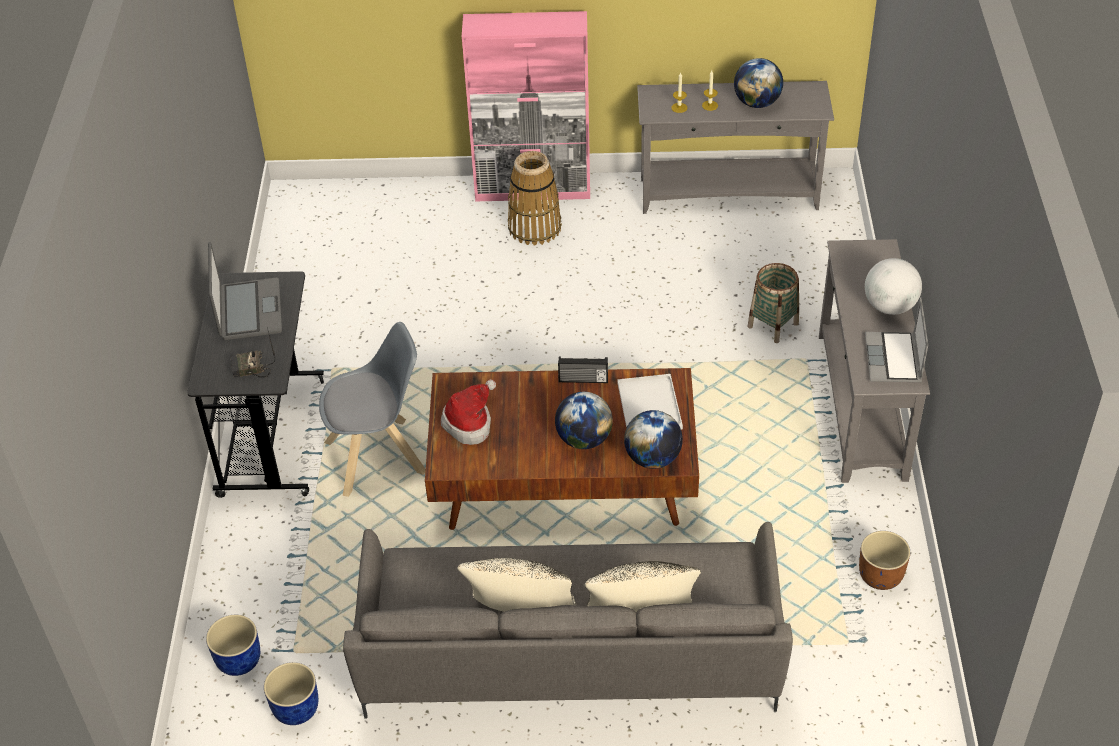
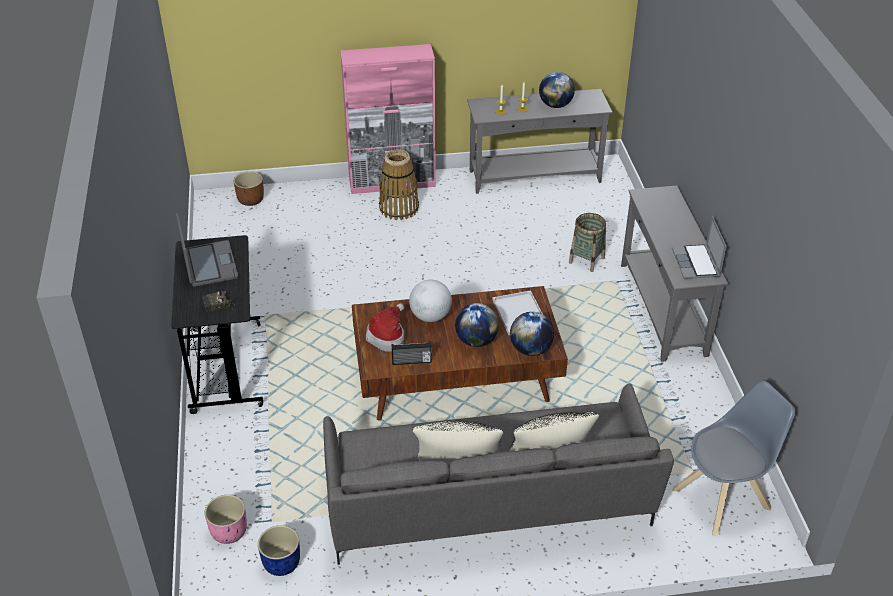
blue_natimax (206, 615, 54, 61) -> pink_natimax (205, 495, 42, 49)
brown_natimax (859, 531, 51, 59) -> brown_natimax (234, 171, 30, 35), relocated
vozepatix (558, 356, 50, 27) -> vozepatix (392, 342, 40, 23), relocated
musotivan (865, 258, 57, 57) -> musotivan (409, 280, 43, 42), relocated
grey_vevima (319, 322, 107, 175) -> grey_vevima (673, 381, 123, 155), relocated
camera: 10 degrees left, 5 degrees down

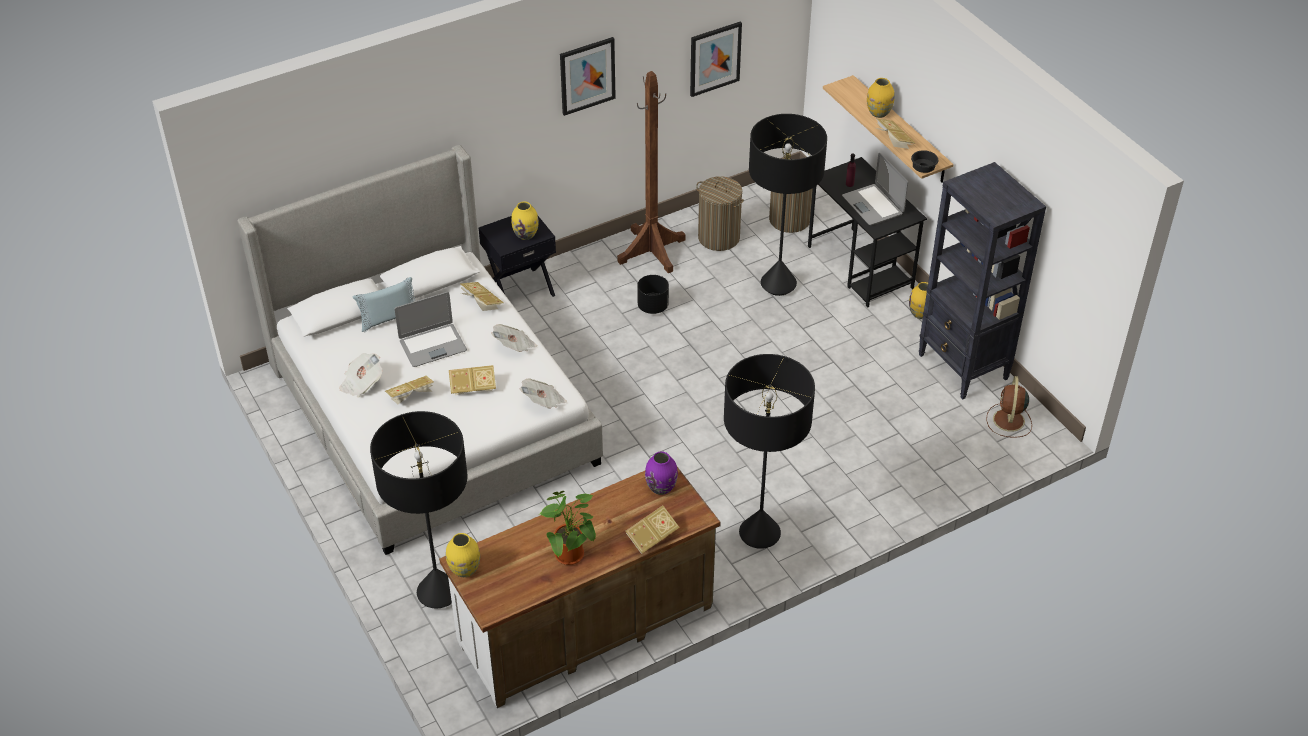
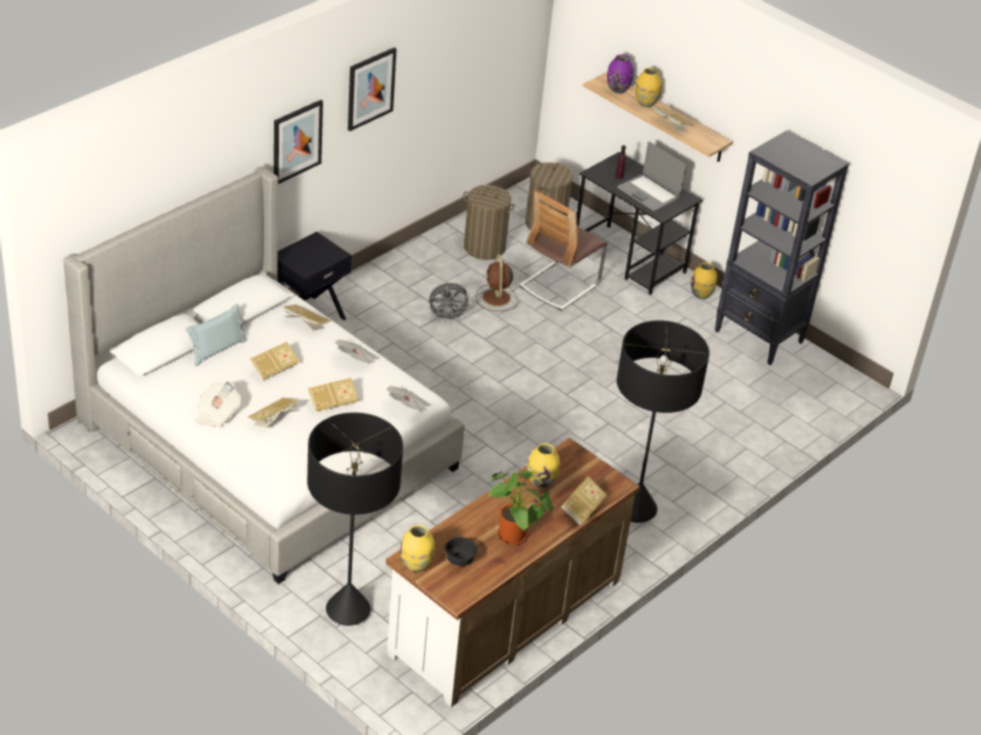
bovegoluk (394, 292, 73, 75) -> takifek (250, 342, 50, 39)
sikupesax (690, 21, 52, 76) -> sikupesax (274, 100, 49, 84), relocated
black_natimax (637, 275, 32, 39) -> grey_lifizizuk (427, 283, 45, 39)
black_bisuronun (911, 150, 27, 23) -> black_bisuronun (445, 537, 32, 29), relocated
brown_lifizizuk (986, 376, 46, 62) -> brown_lifizizuk (476, 254, 42, 57), relocated
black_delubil (749, 114, 78, 182) -> vevima (519, 191, 89, 120)
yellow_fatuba (511, 201, 28, 39) -> yellow_fatuba (527, 443, 33, 46), relocated
purple_fatuba (645, 451, 33, 44) -> purple_fatuba (607, 54, 27, 40), relocated
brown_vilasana (617, 71, 69, 202) -> none
camera: 20 degrees left, 5 degrees down

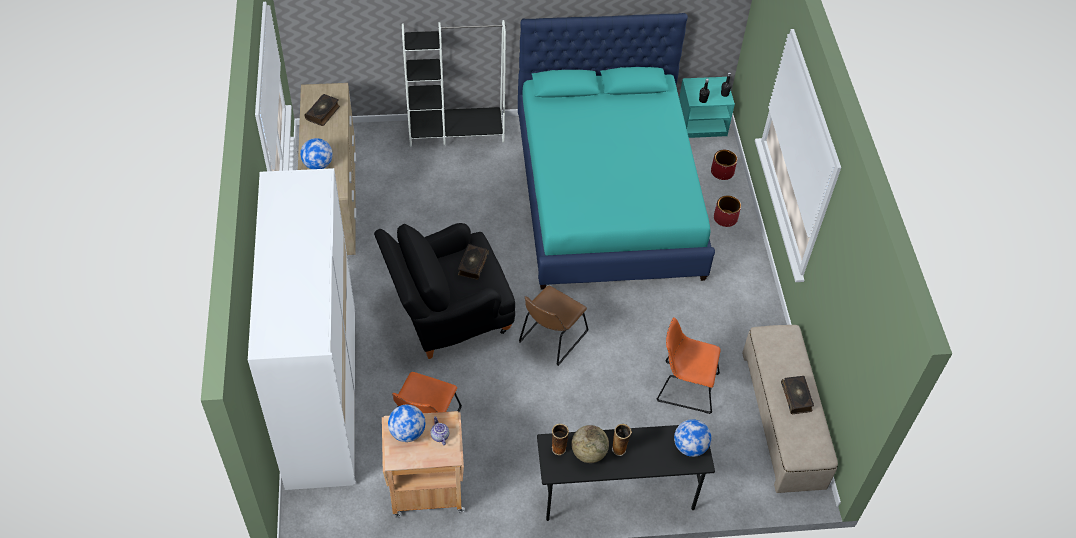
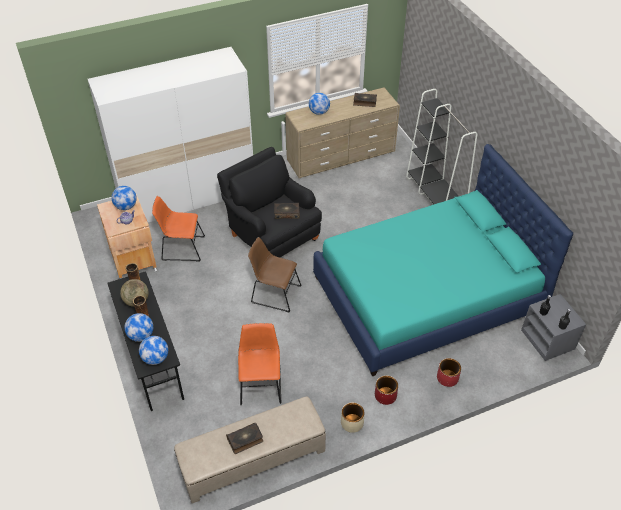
none -> musotivan (124, 313, 29, 29)
none -> beige_natimax (341, 403, 24, 30)
red_natimax (711, 150, 26, 30) -> red_natimax (375, 376, 23, 29), relocated
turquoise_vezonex (679, 77, 56, 61) -> grey_vezonex (521, 294, 65, 67)
camera: 75 degrees right, 5 degrees down

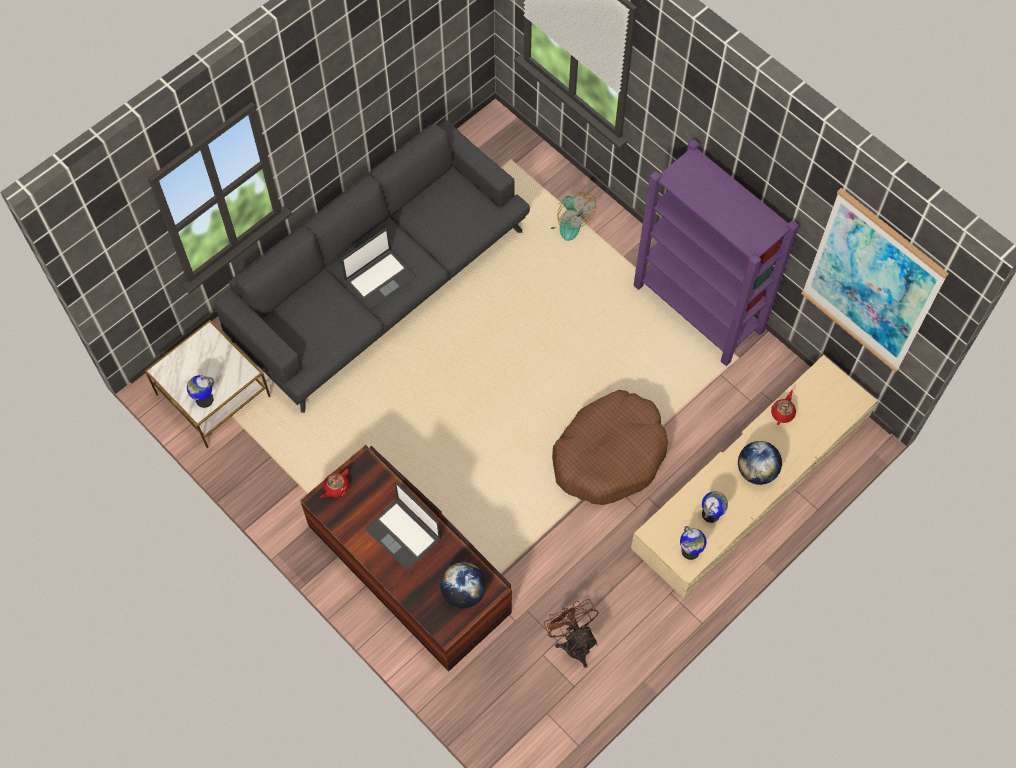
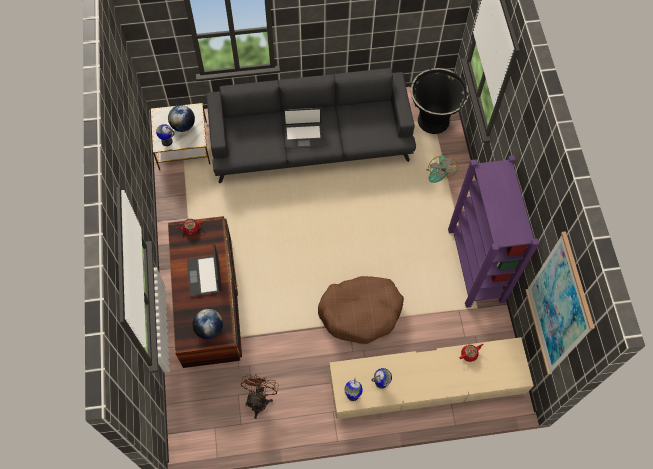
musotivan (738, 441, 44, 44) -> musotivan (168, 105, 27, 27), relocated
none -> black_natimax (411, 68, 58, 66)
camera: 35 degrees right, 0 degrees up

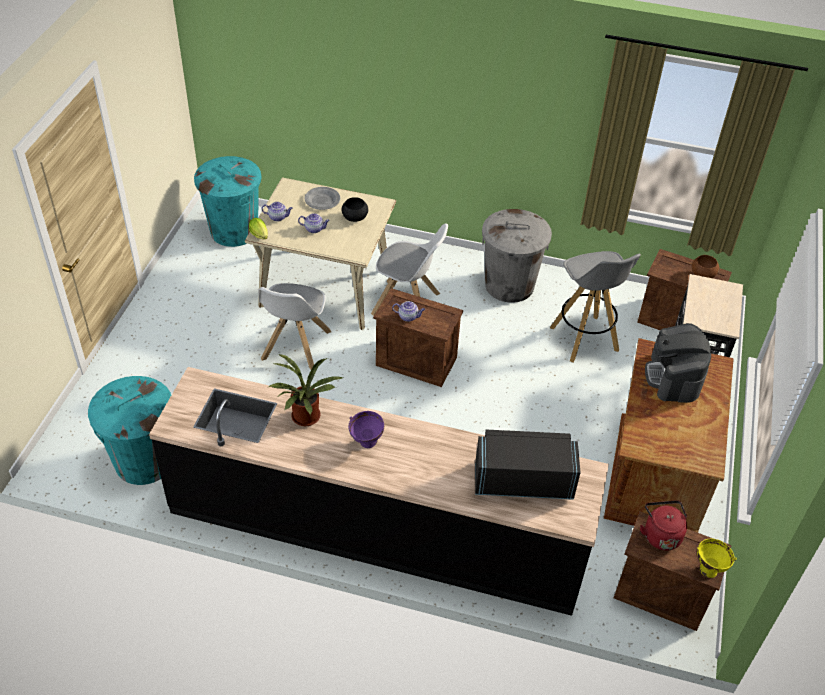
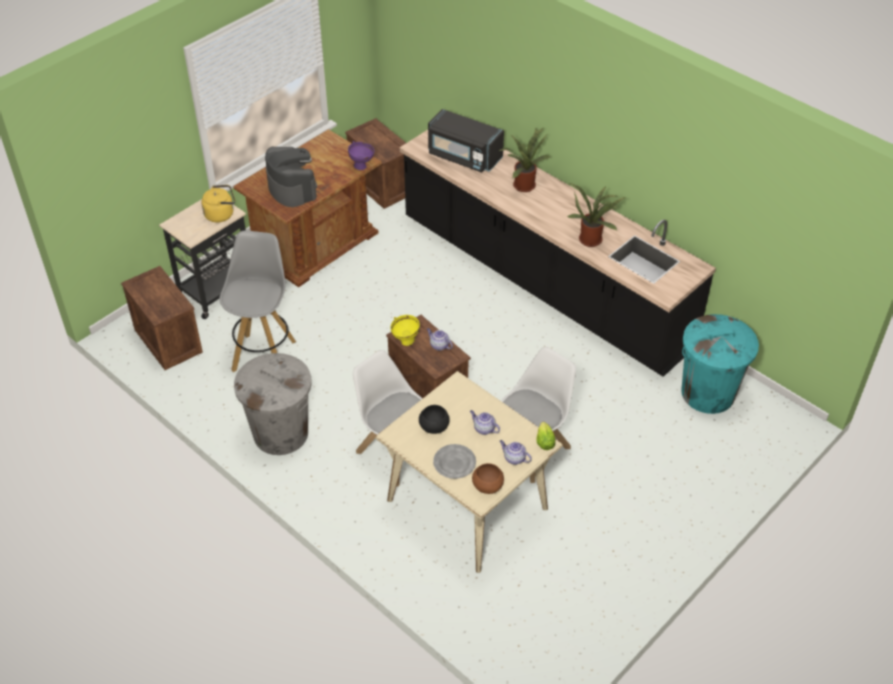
none -> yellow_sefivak (201, 185, 34, 38)
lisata (645, 323, 66, 80) -> lisata (265, 147, 52, 60), 60 degrees counterclockwise
purple_bisuronun (348, 411, 36, 37) -> purple_bisuronun (348, 141, 27, 29), relocated
yellow_bisuronun (697, 539, 40, 39) -> yellow_bisuronun (390, 315, 30, 31), relocated
brown_bisuronun (692, 255, 27, 23) -> brown_bisuronun (472, 463, 32, 31), relocated
none -> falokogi (499, 127, 52, 65)
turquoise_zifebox (194, 156, 68, 91) -> none
red_sefivak (640, 500, 47, 51) -> none
camera: 150 degrees left, 0 degrees up

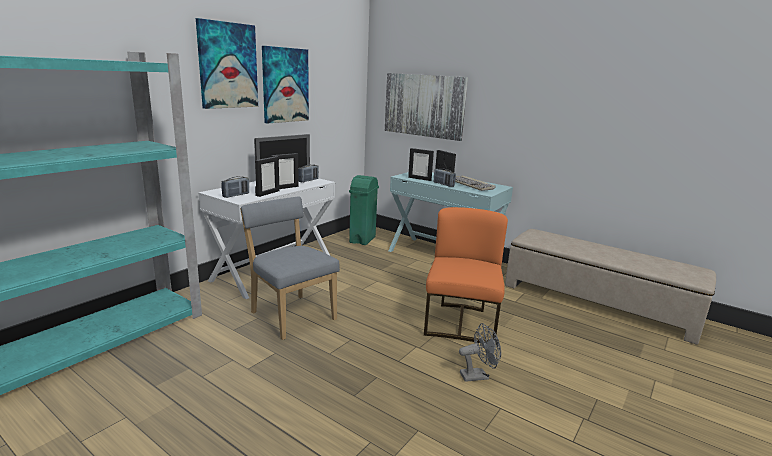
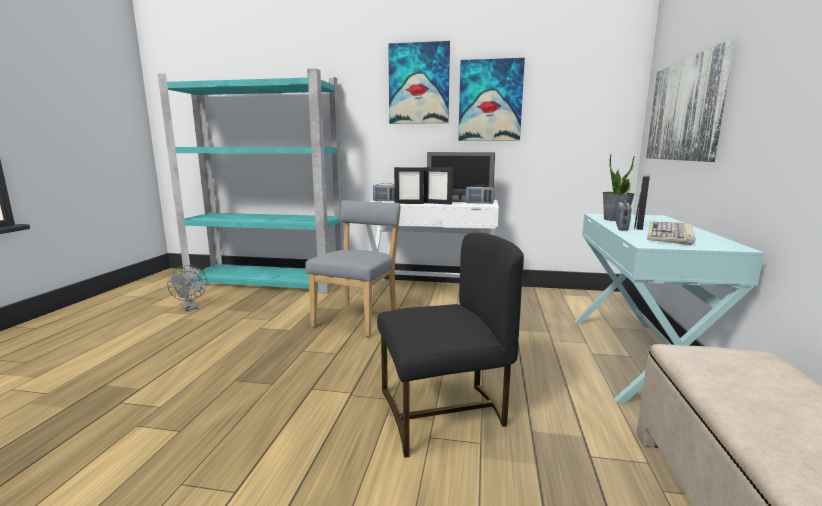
grey_lifizizuk (459, 323, 42, 59) -> grey_lifizizuk (167, 265, 40, 46), relocated
orange_vevima (424, 207, 84, 136) -> black_vevima (377, 233, 147, 225)
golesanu (408, 148, 26, 33) -> falokogi (602, 154, 33, 67)
green_zifebox (349, 175, 30, 70) -> none
camera: 65 degrees right, 5 degrees down

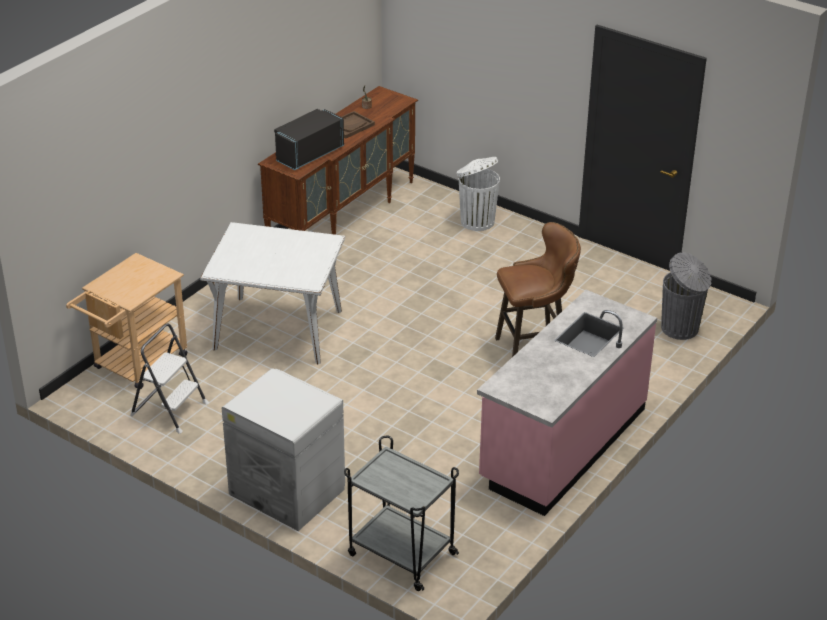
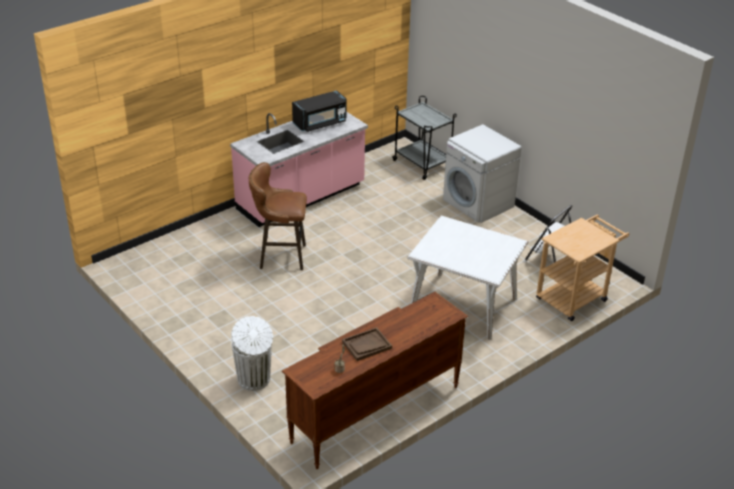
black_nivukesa (274, 109, 70, 61) -> black_nivukesa (292, 90, 55, 42), relocated
grey_zifebox (661, 252, 51, 88) -> none
camera: 165 degrees left, 0 degrees up

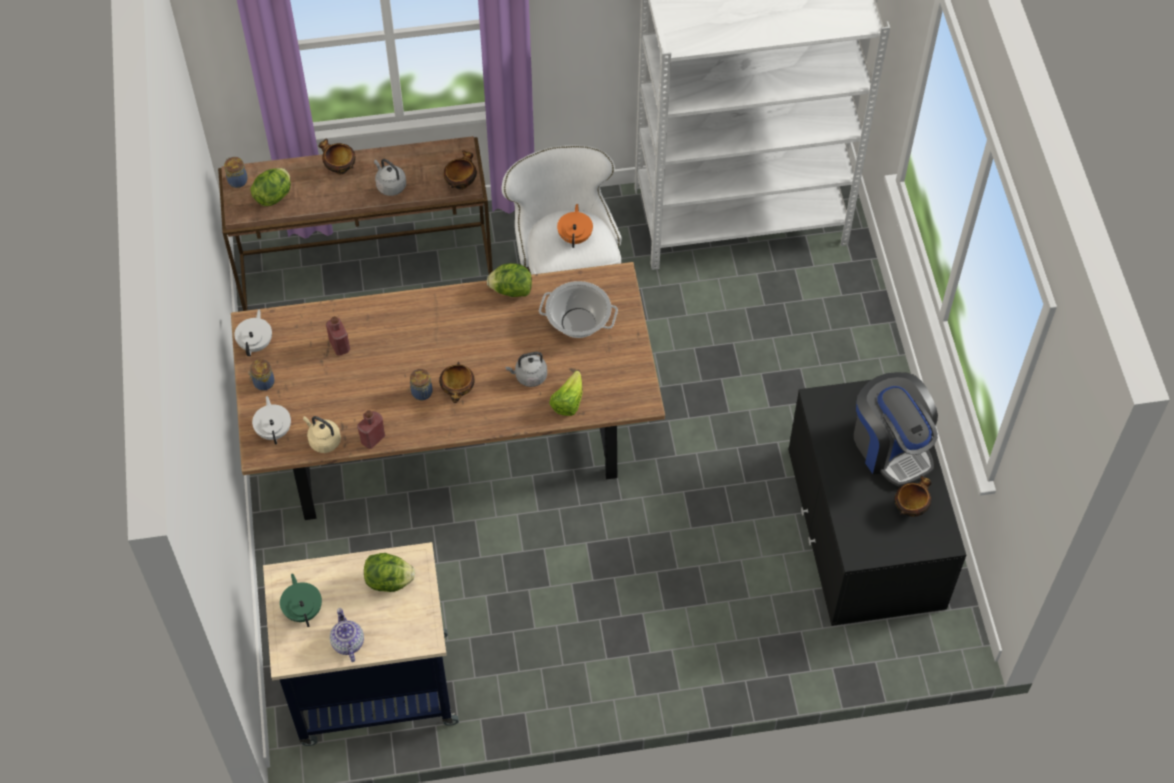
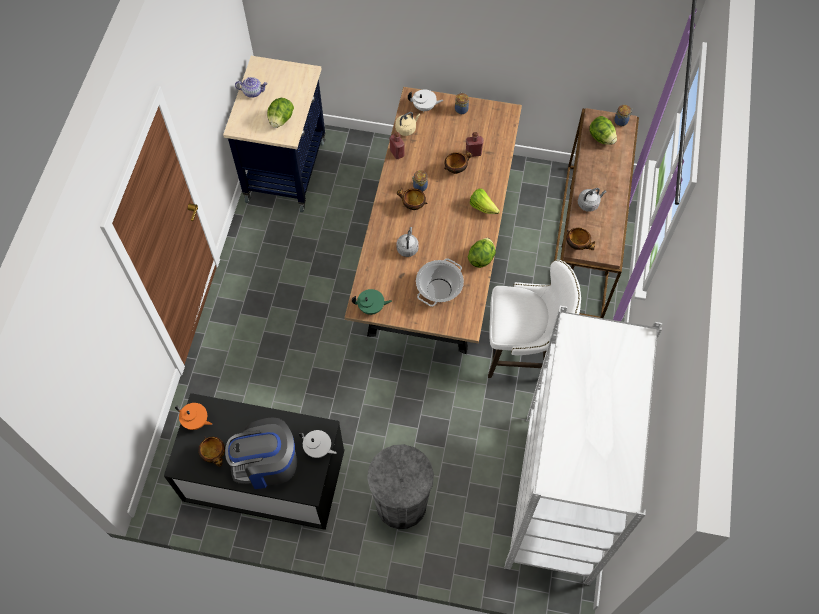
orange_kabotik (557, 204, 36, 44) -> orange_kabotik (175, 403, 37, 27), relocated
white_kabotik (234, 309, 38, 47) -> white_kabotik (299, 430, 38, 28), relocated
green_kabotik (280, 574, 42, 53) -> green_kabotik (352, 289, 40, 26), relocated
none -> grey_zifebox (367, 444, 67, 85)
bisuronun (318, 138, 37, 36) -> bisuronun (444, 150, 28, 24), relocated
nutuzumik (549, 371, 34, 45) -> nutuzumik (470, 188, 30, 26), relocated
camera: 110 degrees right, 5 degrees up

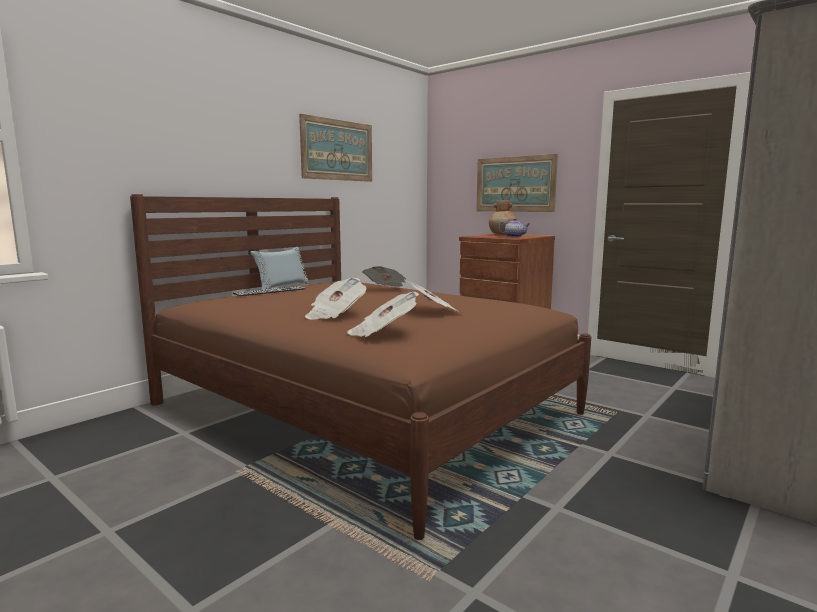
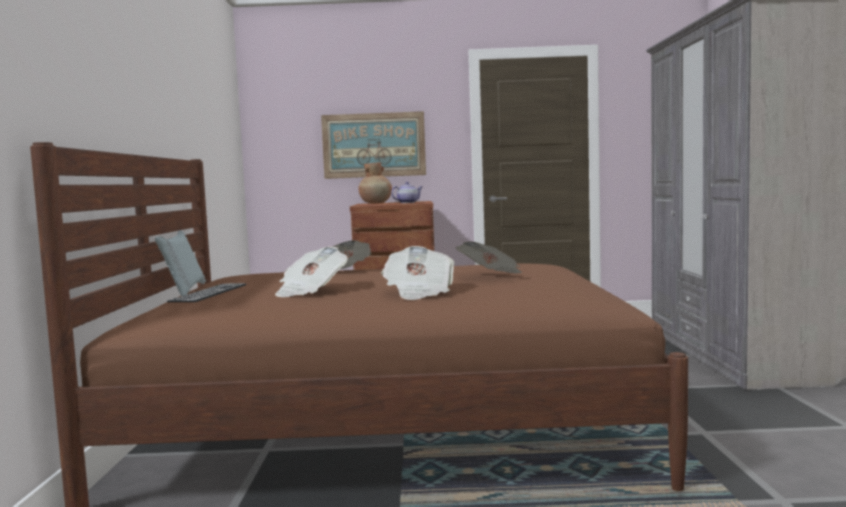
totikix (347, 292, 72, 45) -> totikix (275, 247, 73, 50), relocated
sikupesax (299, 114, 73, 68) -> none
camera: 40 degrees left, 5 degrees down

